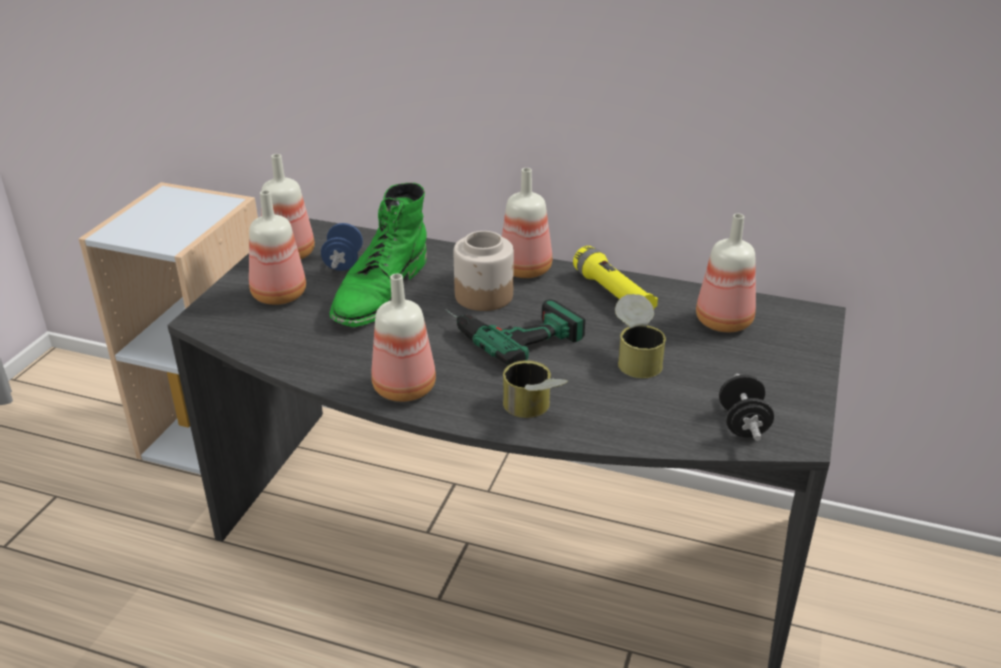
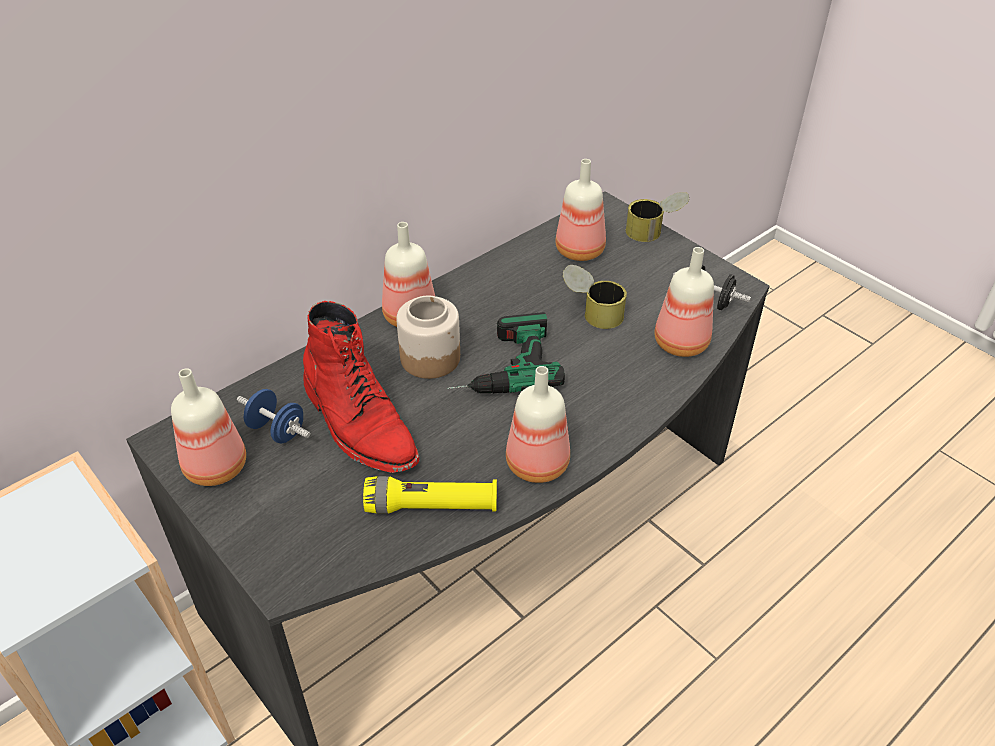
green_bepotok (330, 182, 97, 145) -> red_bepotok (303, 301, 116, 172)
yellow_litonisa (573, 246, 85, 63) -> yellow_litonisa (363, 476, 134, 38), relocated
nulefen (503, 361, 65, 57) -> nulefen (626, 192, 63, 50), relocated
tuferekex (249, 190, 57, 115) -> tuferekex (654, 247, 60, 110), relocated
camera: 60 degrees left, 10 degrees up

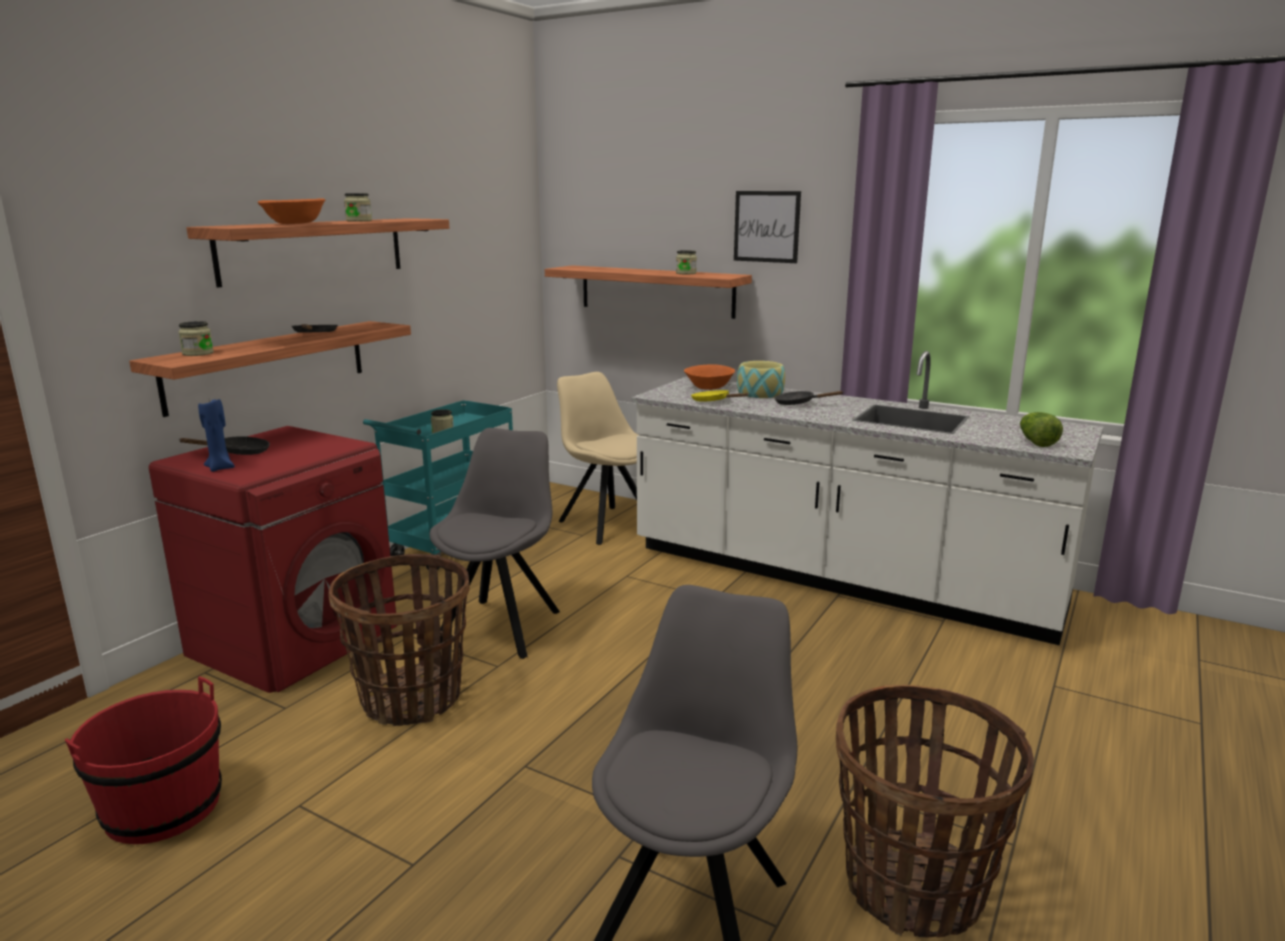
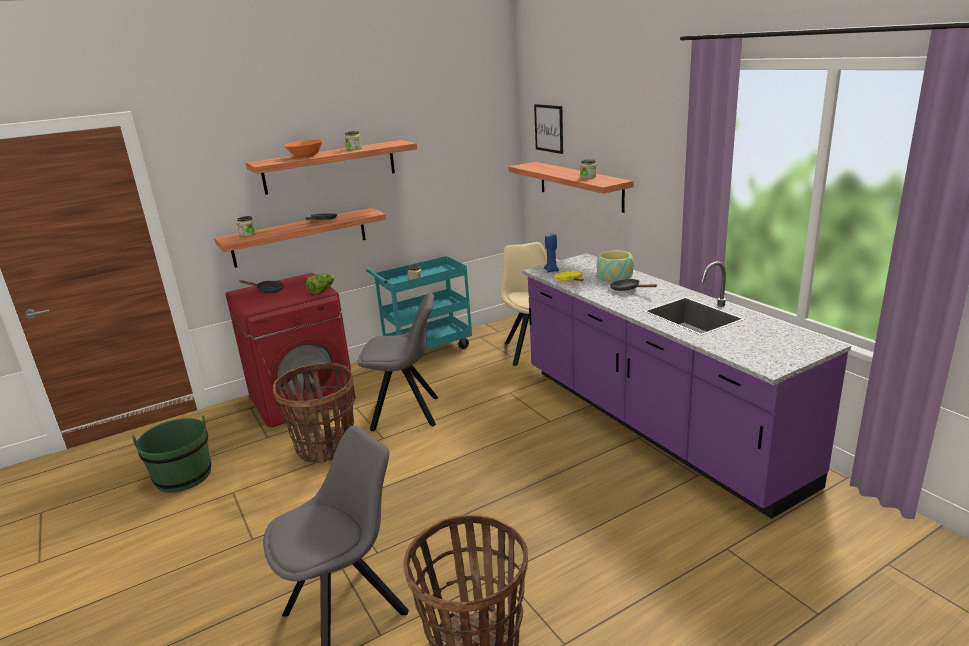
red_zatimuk (65, 676, 157, 168) -> green_zatimuk (132, 415, 79, 78)
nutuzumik (1020, 412, 43, 35) -> nutuzumik (306, 273, 29, 21), relocated
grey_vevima (430, 428, 130, 231) -> grey_vevima (358, 292, 80, 139), 45 degrees clockwise
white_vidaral (631, 351, 472, 294) -> purple_vidaral (522, 253, 329, 266)
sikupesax (734, 191, 67, 72) -> sikupesax (534, 104, 29, 50), relocated
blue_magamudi (198, 399, 37, 73) -> blue_magamudi (544, 234, 15, 39), relocated
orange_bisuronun (684, 364, 51, 26) -> none
camera: 30 degrees right, 5 degrees up

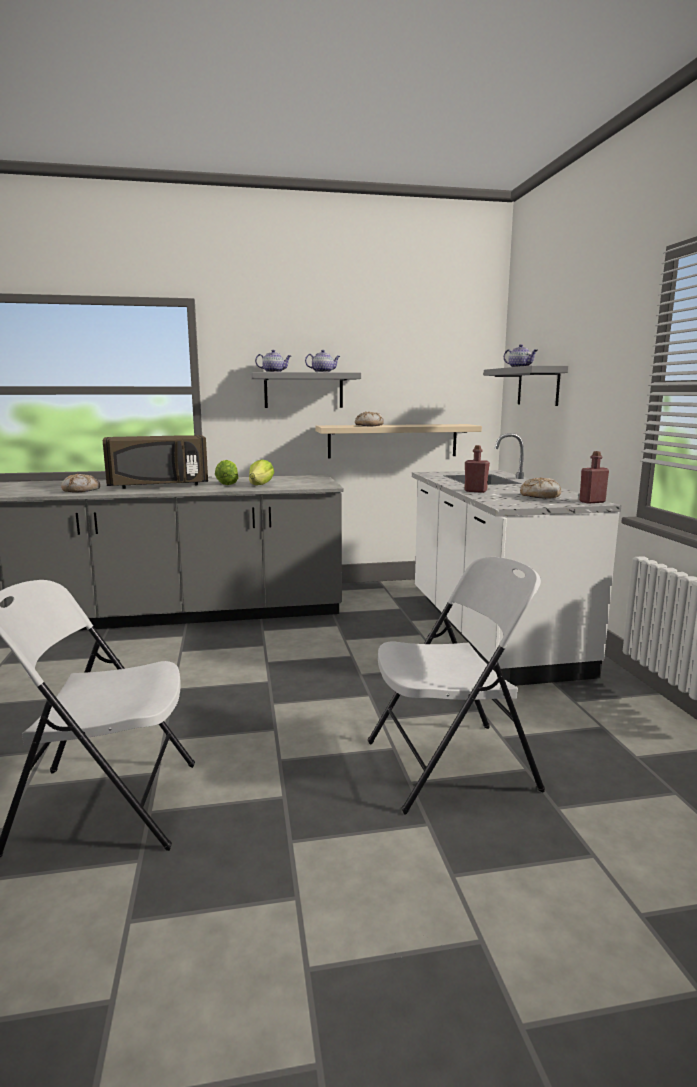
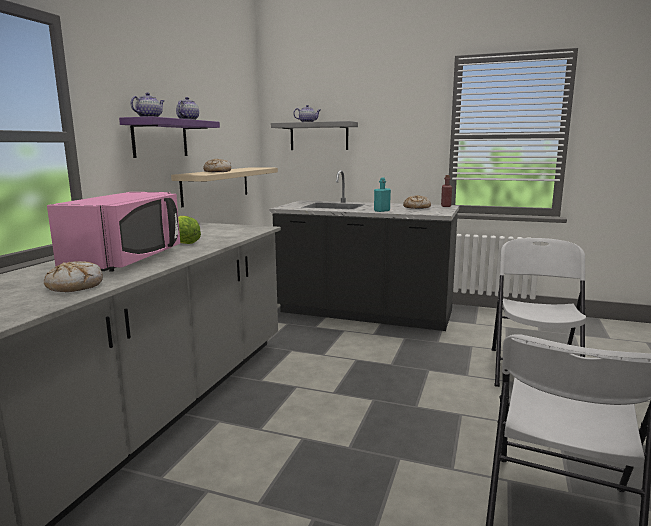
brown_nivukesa (103, 435, 105, 54) -> pink_nivukesa (47, 192, 133, 80)
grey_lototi (251, 372, 110, 36) -> purple_lototi (119, 117, 101, 41)
white_vidaral (412, 433, 209, 253) -> black_vidaral (269, 170, 190, 161)
red_tuferekex (464, 445, 26, 48) -> turquoise_tuferekex (374, 178, 17, 34)
nutuzumik (249, 459, 25, 26) -> none
camera: 60 degrees left, 0 degrees up

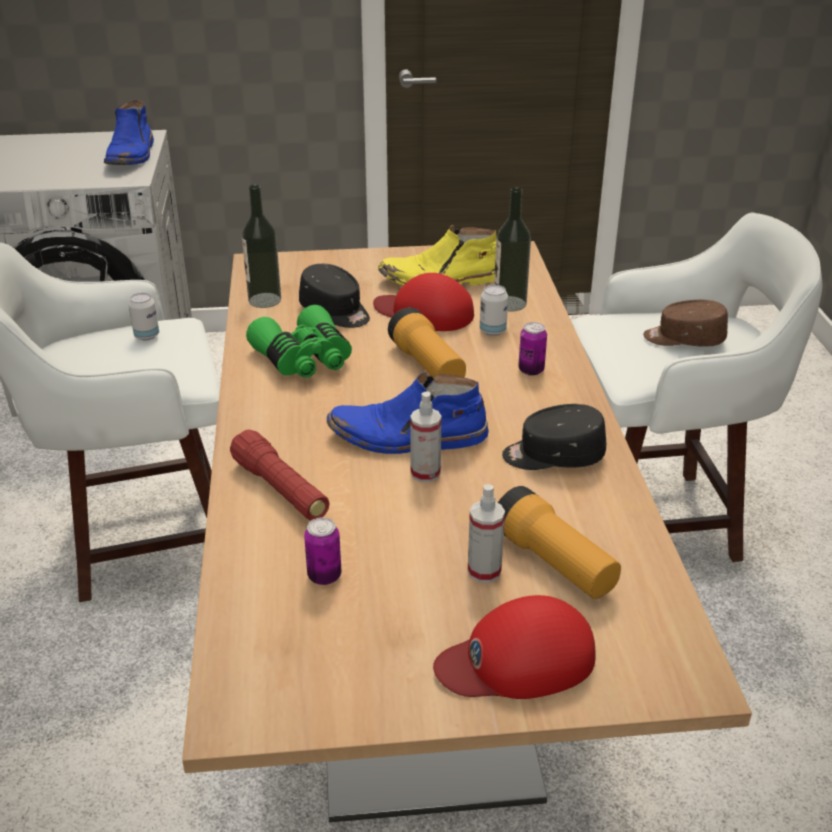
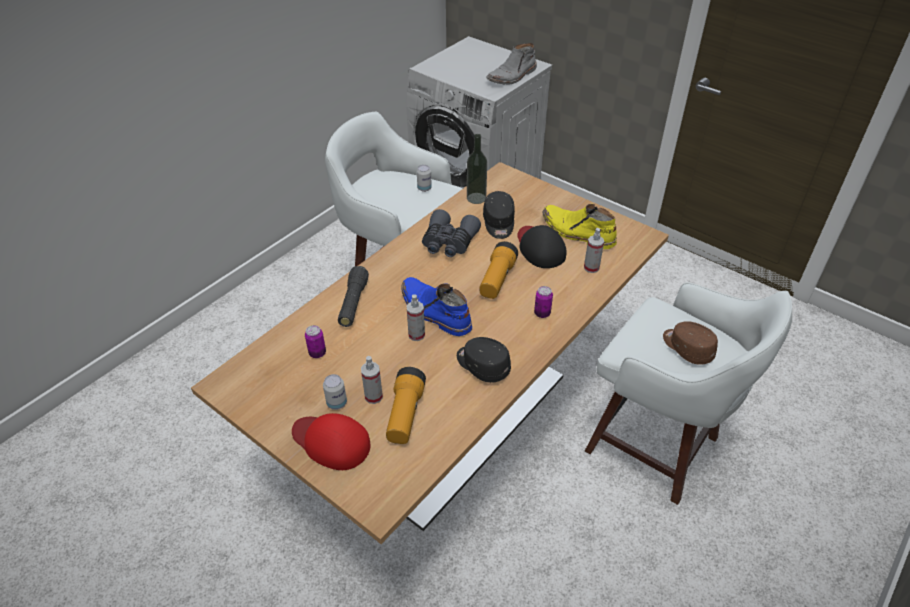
nulefen (480, 285, 28, 51) -> nulefen (323, 374, 24, 36), relocated
red_litonisa (230, 430, 99, 91) -> black_litonisa (338, 266, 31, 61)
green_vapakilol (246, 305, 106, 73) -> grey_vapakilol (422, 209, 59, 48)
blue_bepotok (104, 100, 50, 65) -> grey_bepotok (486, 43, 51, 42)
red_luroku (373, 273, 101, 58) -> black_luroku (517, 225, 50, 43)
tuferekex (494, 187, 37, 124) -> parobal (584, 228, 20, 45)
camera: 45 degrees right, 10 degrees up

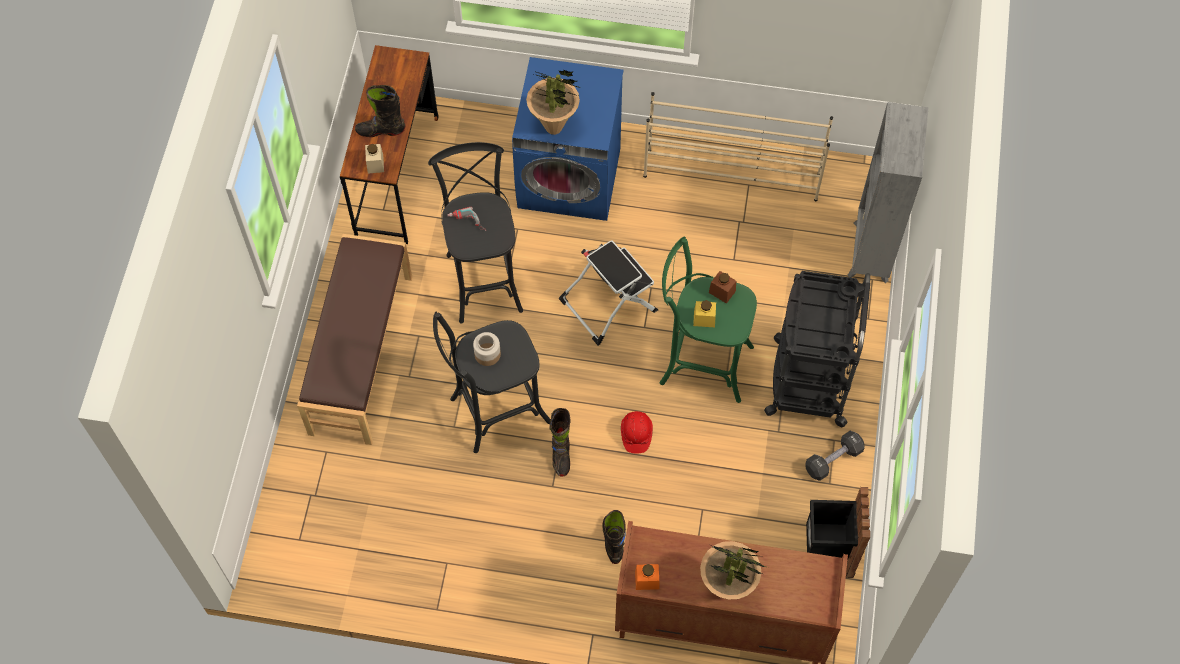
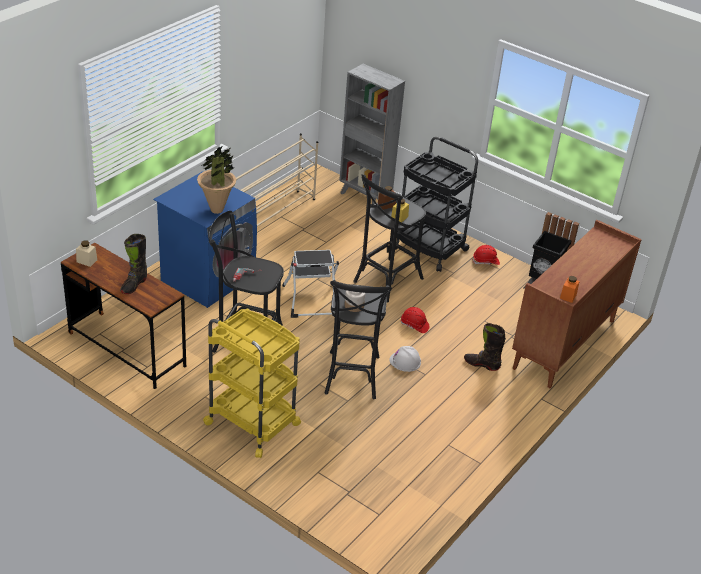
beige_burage (365, 144, 19, 30) -> beige_burage (76, 240, 21, 27), relocated
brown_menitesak (297, 234, 115, 211) -> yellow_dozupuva (203, 309, 98, 149)
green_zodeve (659, 237, 98, 166) -> black_zodeve (353, 174, 73, 129)
black_bepotok (550, 408, 21, 69) -> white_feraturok (389, 346, 32, 26)
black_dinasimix (805, 431, 60, 50) -> red_feraturok (473, 245, 27, 20)
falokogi (700, 541, 66, 59) -> none
camera: 65 degrees left, 25 degrees down

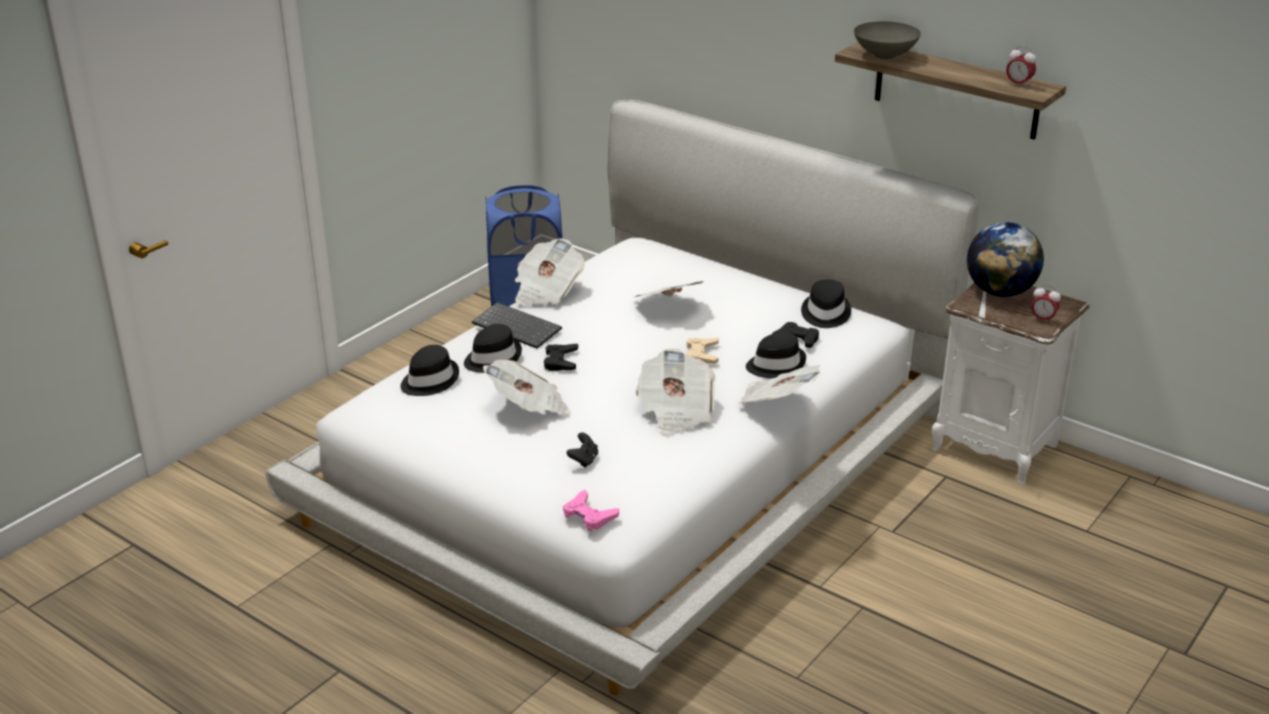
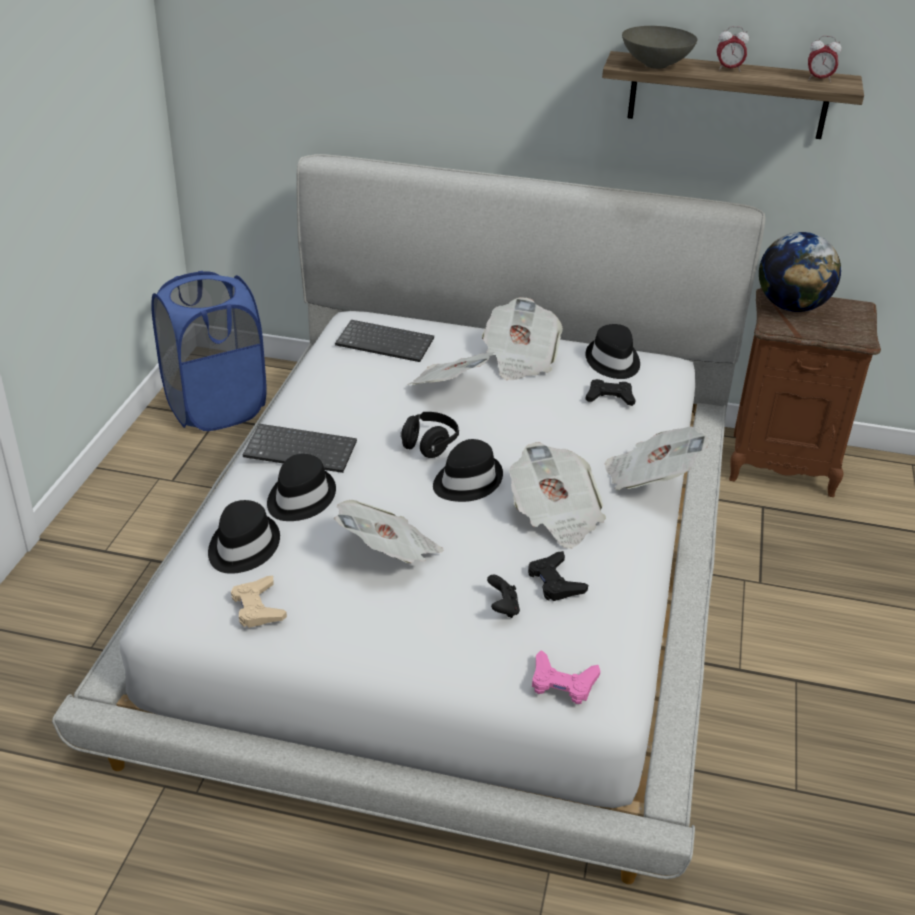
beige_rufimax (686, 338, 33, 26) -> beige_rufimax (231, 576, 56, 52), relocated
none -> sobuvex (335, 320, 99, 42)
none -> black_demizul (401, 412, 58, 46)
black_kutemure (746, 331, 60, 48) -> black_kutemure (433, 439, 70, 63), relocated
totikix (515, 238, 70, 68) -> totikix (482, 297, 81, 83), relocated
black_rufimax (544, 344, 34, 27) -> black_rufimax (528, 551, 60, 50), relocated
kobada (1031, 285, 30, 39) -> kobada (717, 26, 32, 46), relocated
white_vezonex (932, 283, 158, 201) -> brown_vezonex (729, 288, 152, 209)
camera: 25 degrees left, 5 degrees up

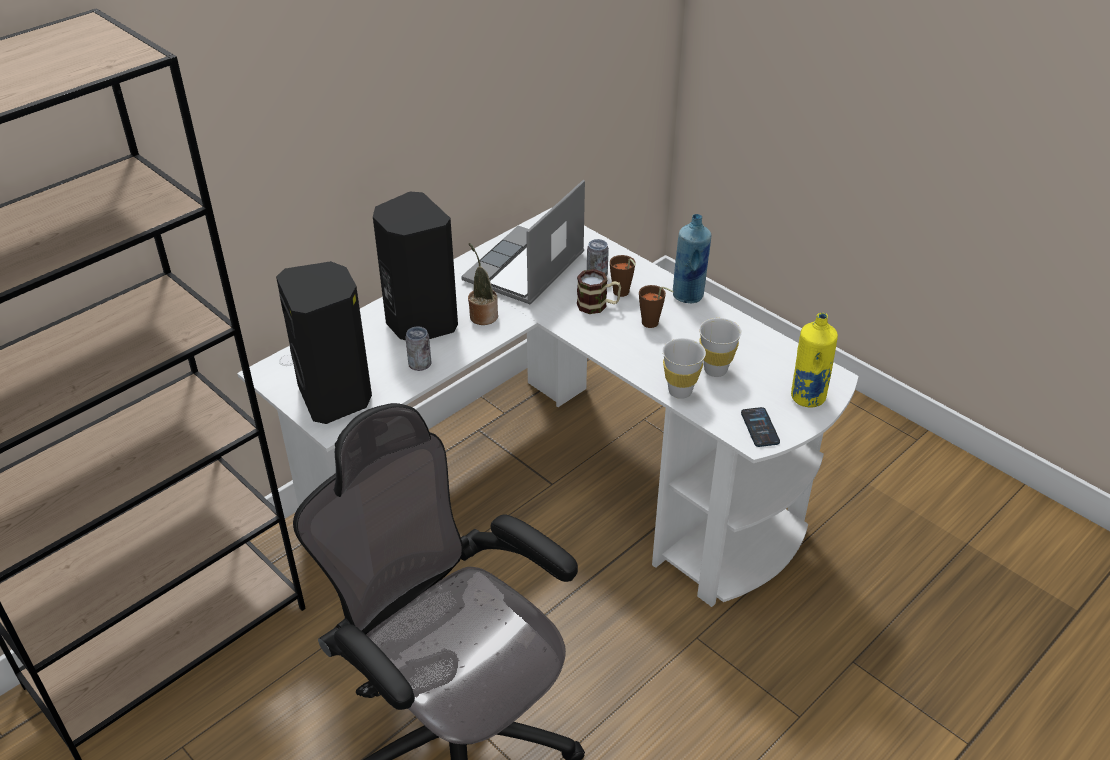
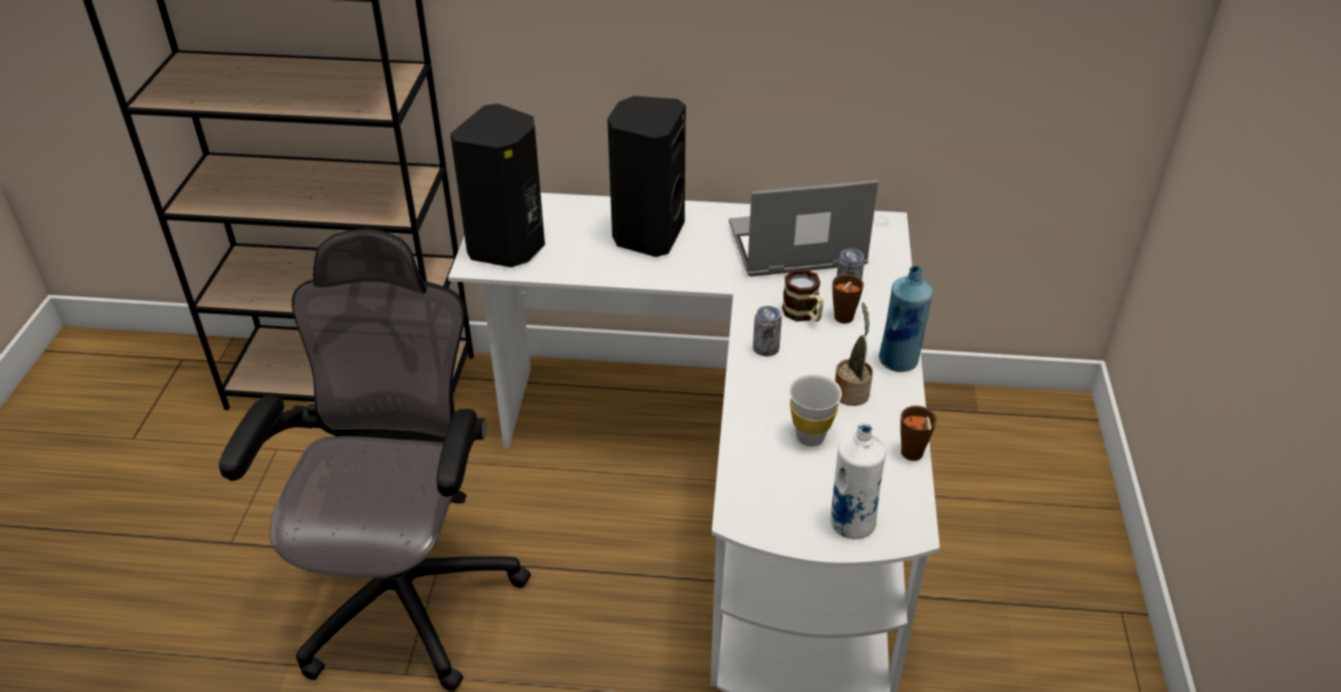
nulefen (405, 326, 27, 45) -> nulefen (753, 306, 29, 51), relocated
yellow_tuferekex (791, 313, 47, 95) -> white_tuferekex (830, 423, 56, 116)
falokogi (468, 243, 30, 82) -> falokogi (835, 302, 38, 104), relocated
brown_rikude (639, 285, 35, 43) -> brown_rikude (900, 406, 37, 55), relocated
white_rikude (662, 338, 44, 61) -> none
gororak (741, 407, 39, 40) -> none
camera: 50 degrees right, 0 degrees up

